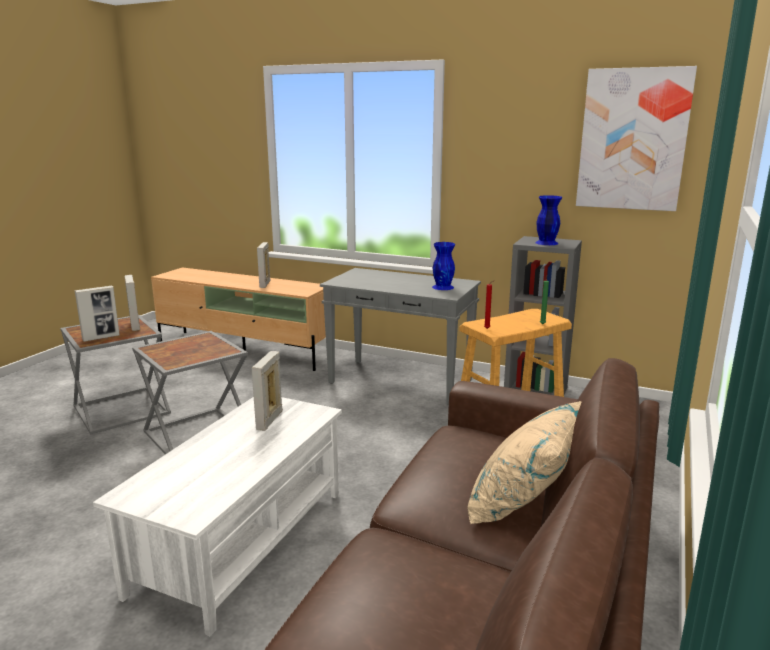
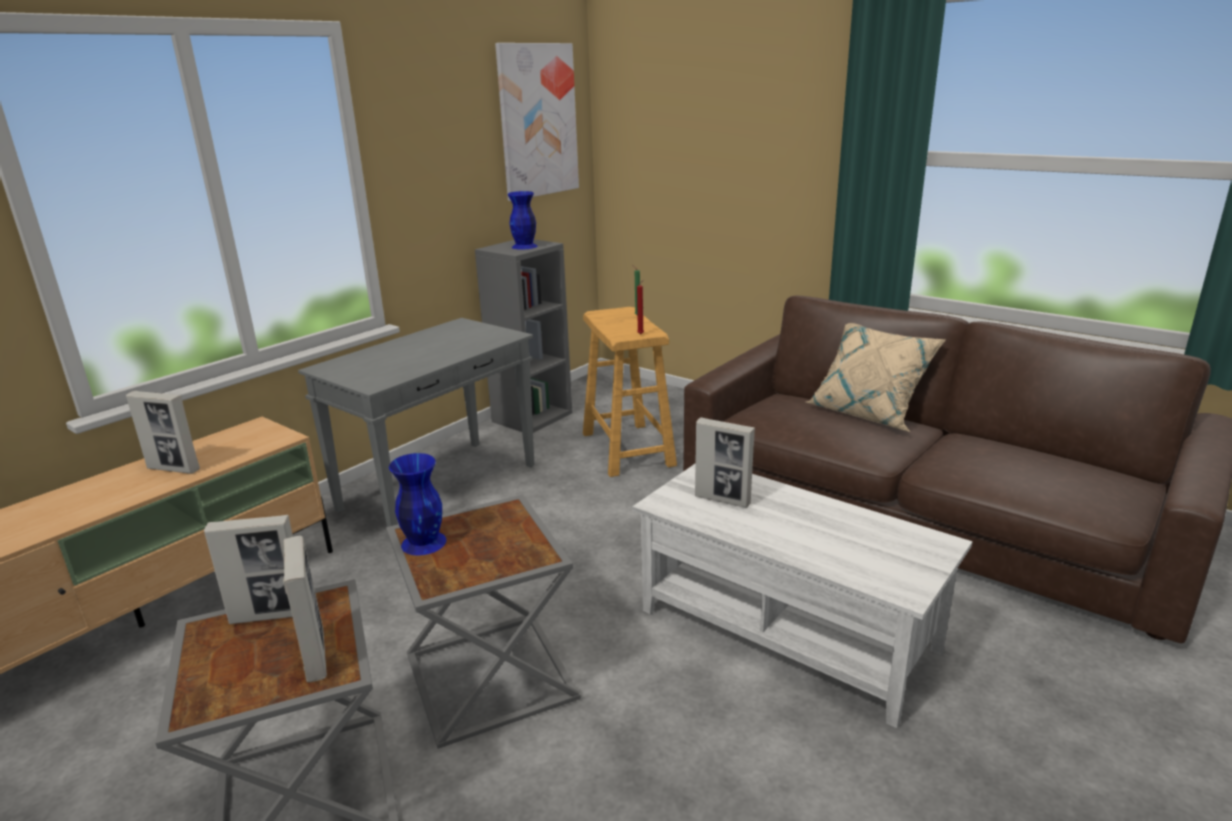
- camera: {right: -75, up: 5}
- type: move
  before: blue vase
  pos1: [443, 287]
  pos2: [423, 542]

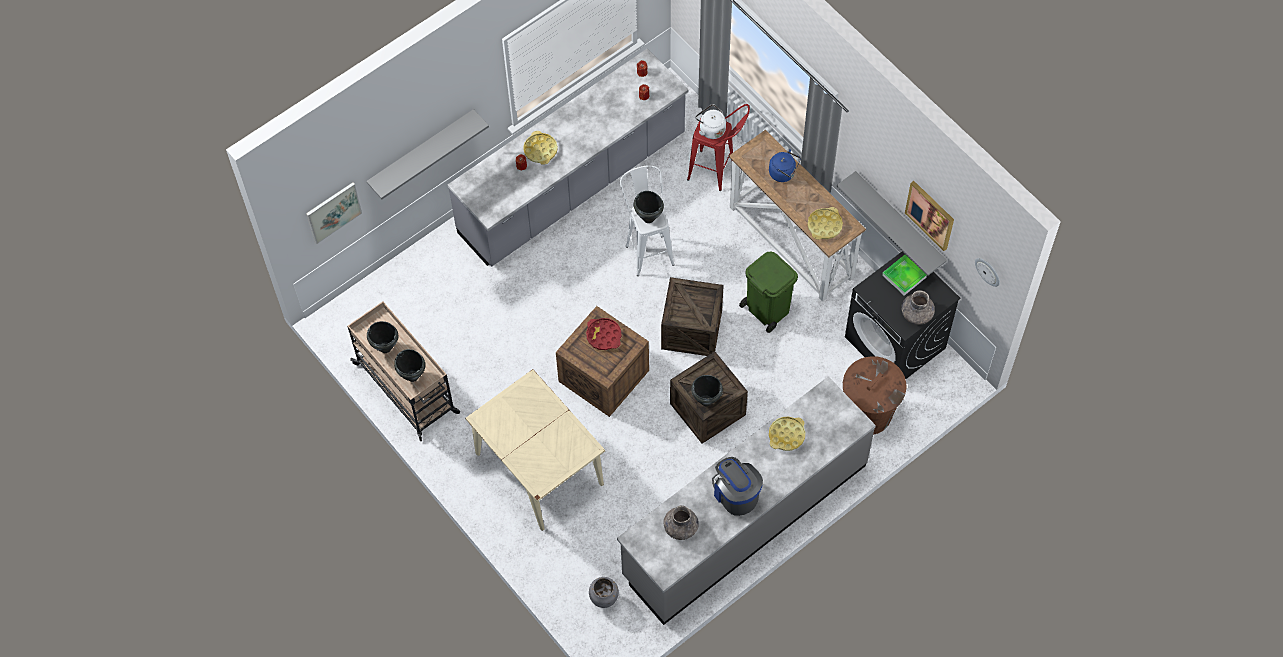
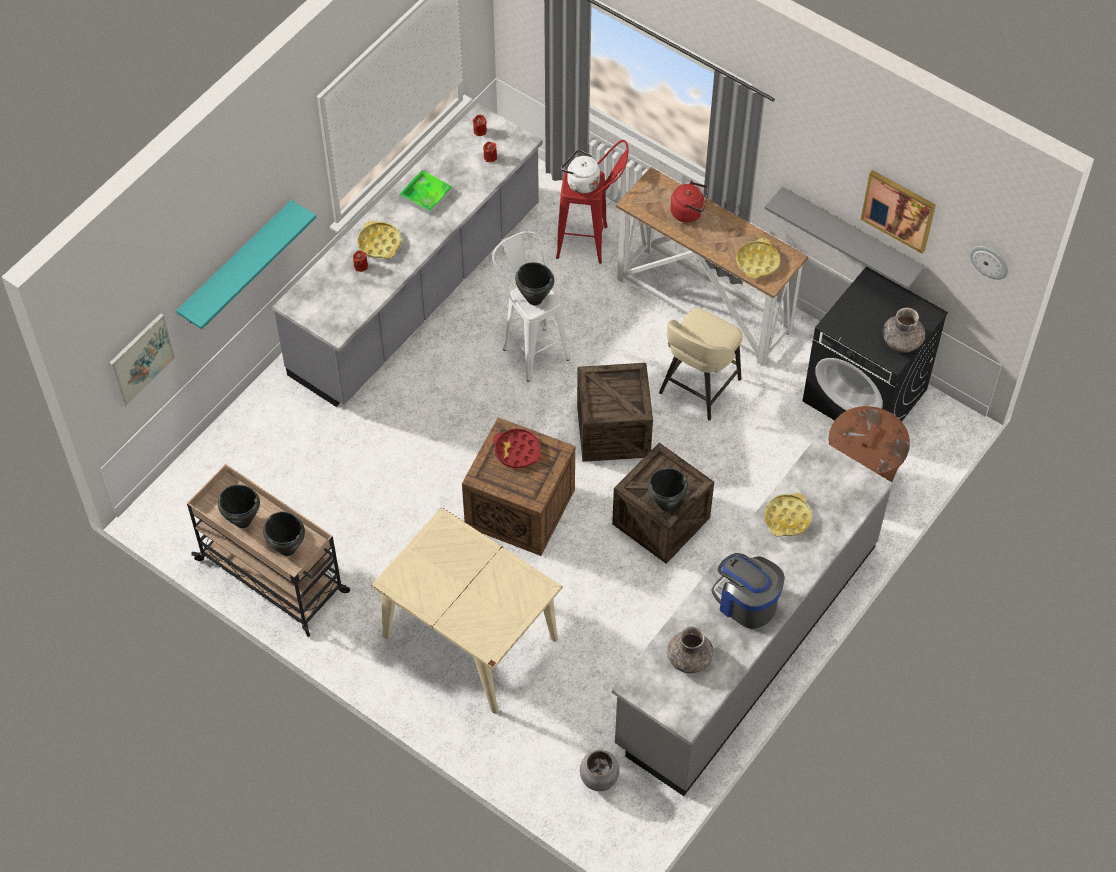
- camera: {right: -15, up: -5}
- type: recolor
  before: grey shelf
  after: turquoise shelf
  pos1: [421, 151]
  pos2: [236, 264]
- type: move
  before: tray
  pos1: [904, 276]
  pos2: [426, 194]
- type: replace
  before: green trash can
  after: beige stool
  pos1: [767, 309]
  pos2: [698, 388]
- type: recolor
  before: blue kettle
  after: red kettle
  pos1: [783, 173]
  pos2: [689, 212]

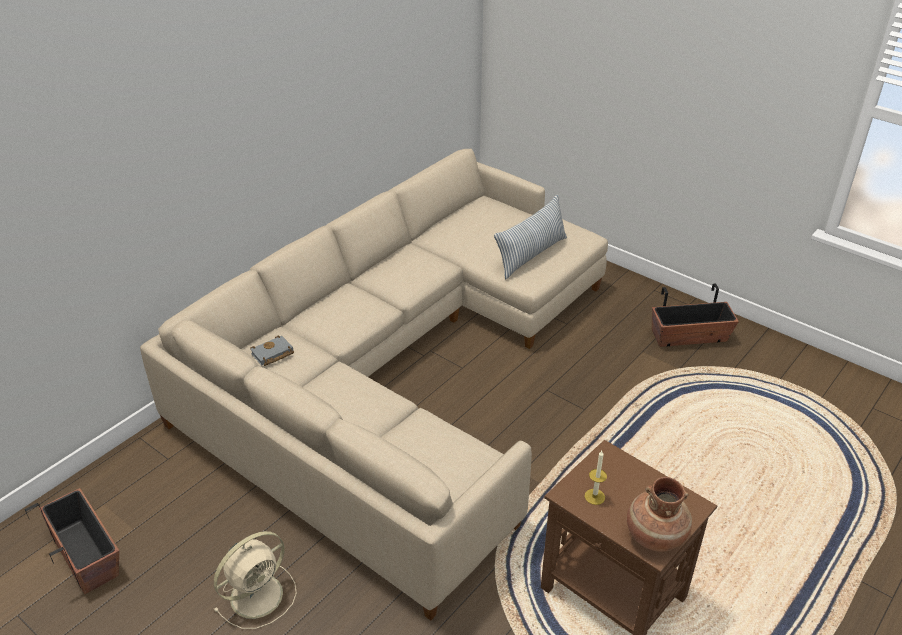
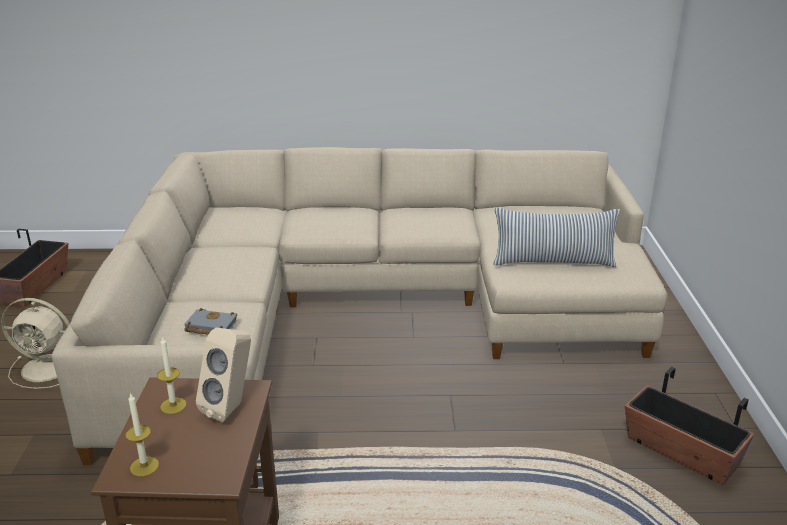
- camera: {right: 50, up: -10}
- type: replace
  before: brown vase
  after: candle
  pos1: [654, 536]
  pos2: [144, 466]
- type: move
  before: grey book
  pos1: [272, 354]
  pos2: [209, 327]
- type: insert
  after: beige speaker
  pos2: [231, 407]

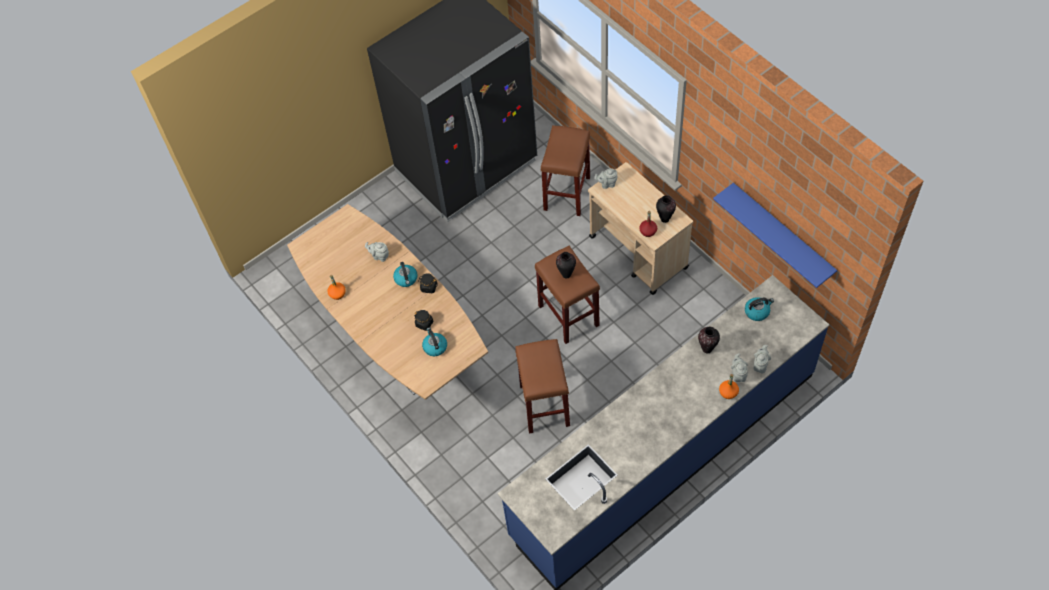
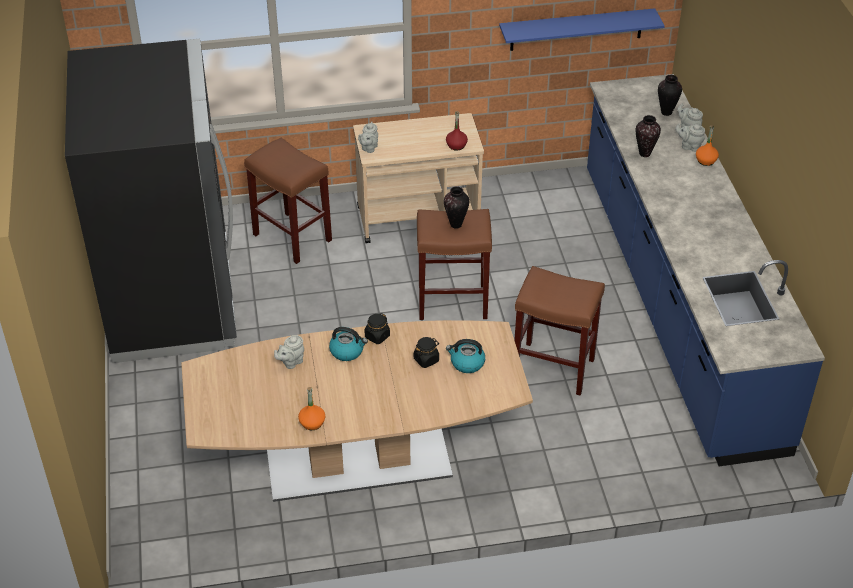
- camera: {right: -65, up: -15}
- type: move
  before: vase
  pos1: [664, 218]
  pos2: [666, 112]
- type: delete
  before: kettle
  pos1: [757, 311]

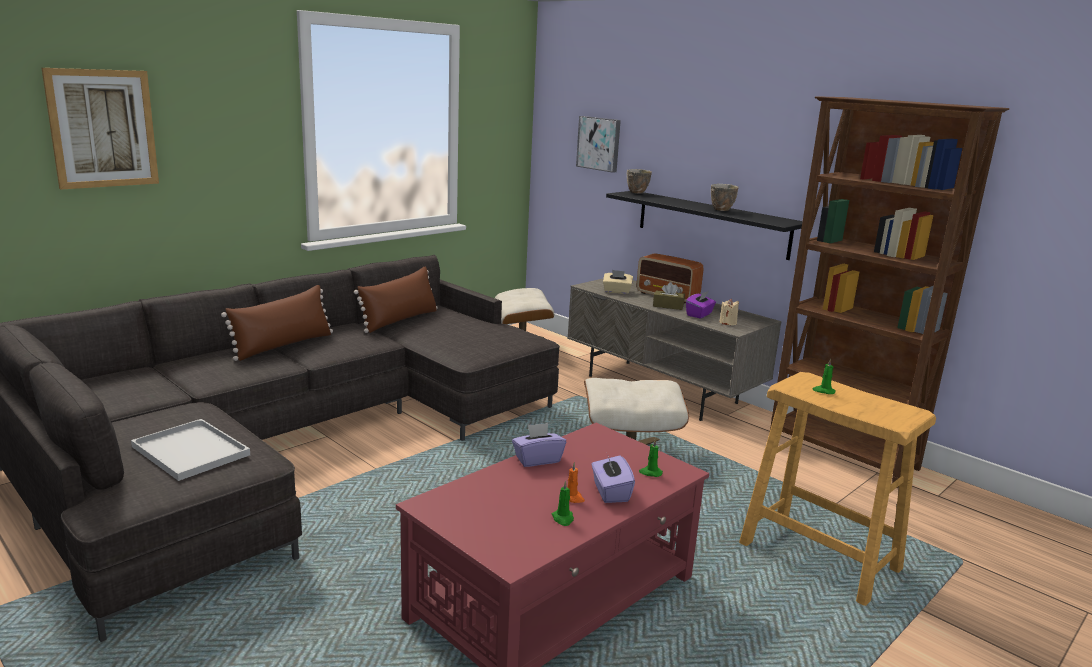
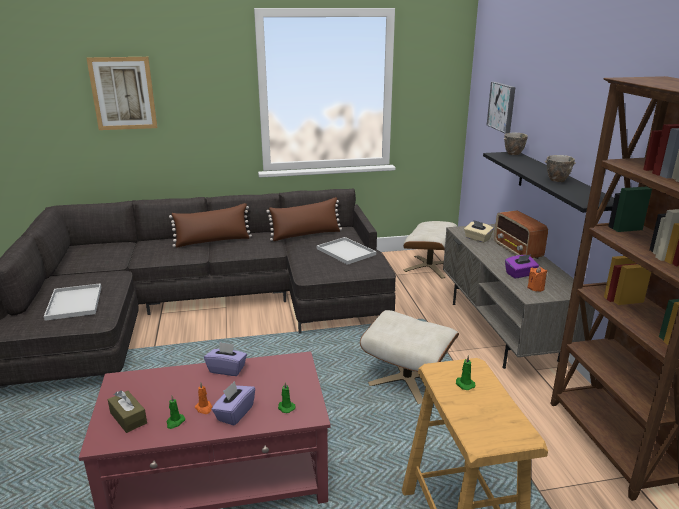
- camera: {right: 35, up: 5}
- type: move
  before: brown tissue box
  pos1: [668, 306]
  pos2: [128, 418]
- type: insert
  after: white tray
  pos2: [344, 251]
- type: recolor
  before: beige candle
  after: orange candle
  pos1: [728, 323]
  pos2: [535, 288]

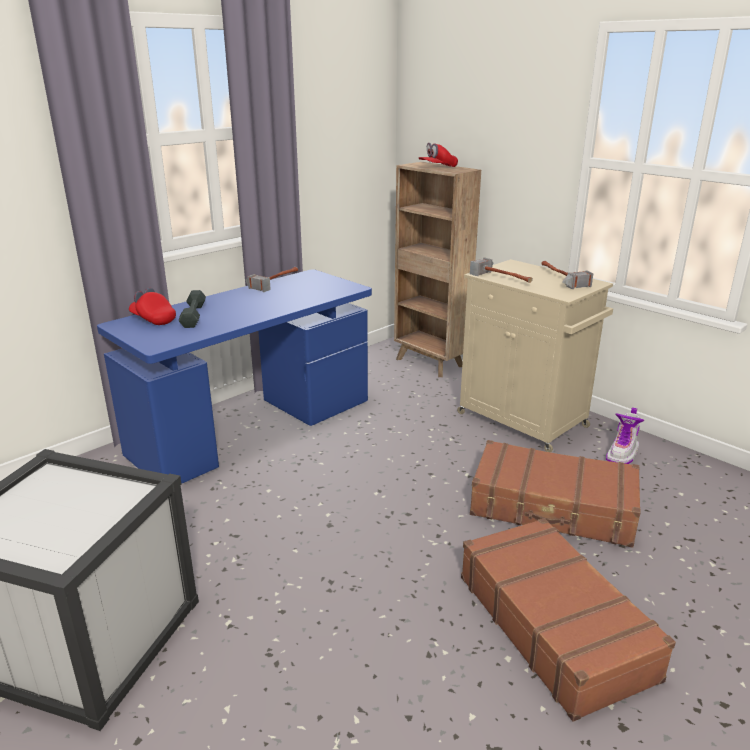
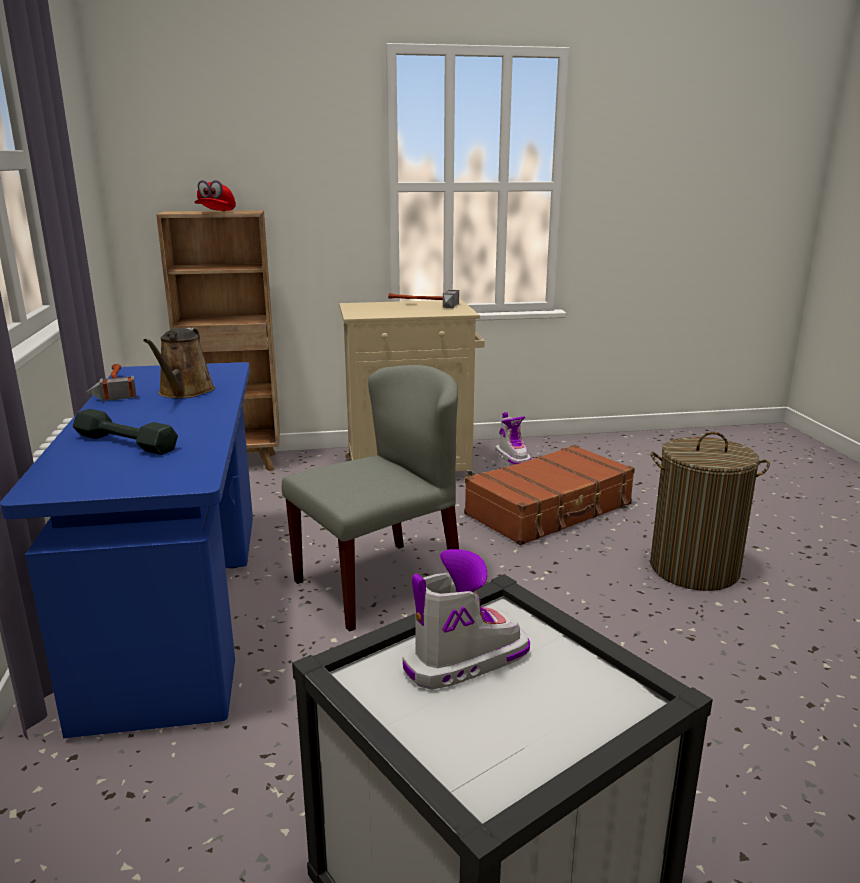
- camera: {right: -55, up: -5}
- type: insert
  after: brown watering can
  pos2: [184, 392]
- type: insert
  after: grey chair
  pos2: [378, 583]
- type: insert
  after: boot
  pos2: [464, 661]
- type: replace
  before: brown suitcase
  after: laundry basket
  pos1: [554, 625]
  pos2: [693, 569]
- type: delete
  before: red cap
  pos1: [153, 319]
- type: delete
  before: hammer
  pos1: [505, 278]

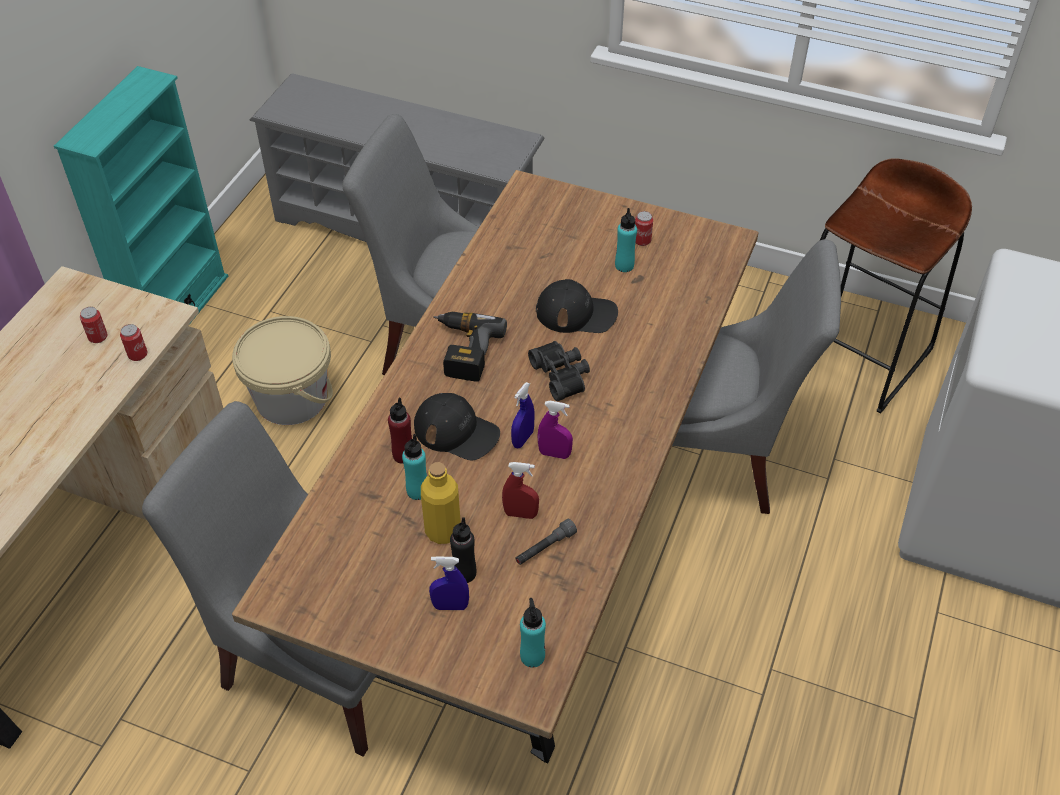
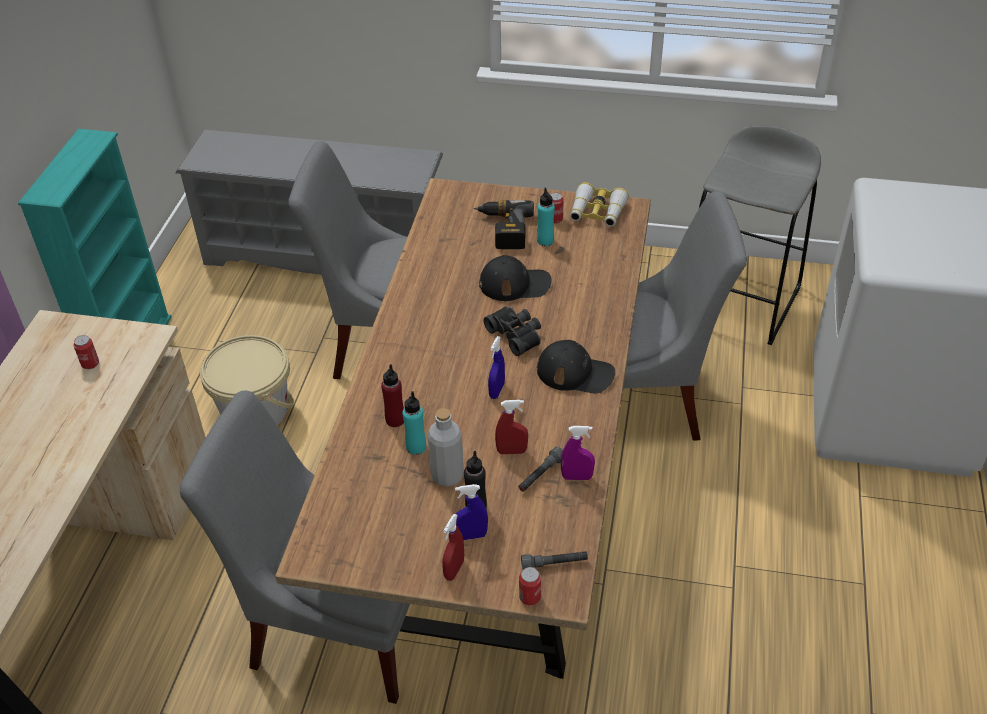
- camera: {right: -10, up: -5}
- type: recolor
  before: yellow bottle
  after: grey bottle
  pos1: [443, 530]
  pos2: [447, 475]
- type: insert
  after: red spray bottle
  pos2: [454, 569]
- type: move
  before: power drill
  pos1: [462, 350]
  pos2: [503, 230]
- type: move
  before: can
  pos1: [138, 355]
  pos2: [529, 597]
- type: replace
  before: turquoise bottle
  after: grey flashlight
  pos1: [532, 656]
  pos2: [554, 564]
- type: move
  before: black cap
  pos1: [456, 431]
  pos2: [575, 373]
- type: move
  before: purple spray bottle
  pos1: [554, 454]
  pos2: [577, 477]
- type: insert
  after: binoculars
  pos2: [597, 212]
- type: recolor
  before: brown stool
  after: grey stool
  pos1: [858, 355]
  pos2: [740, 301]

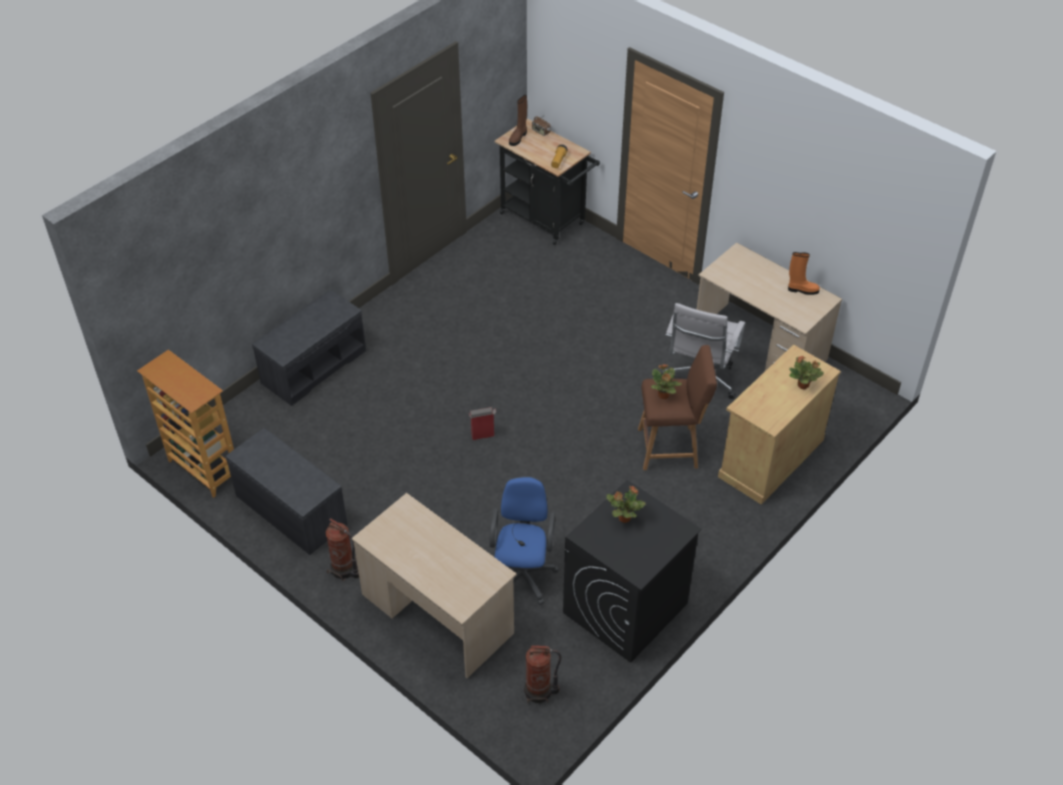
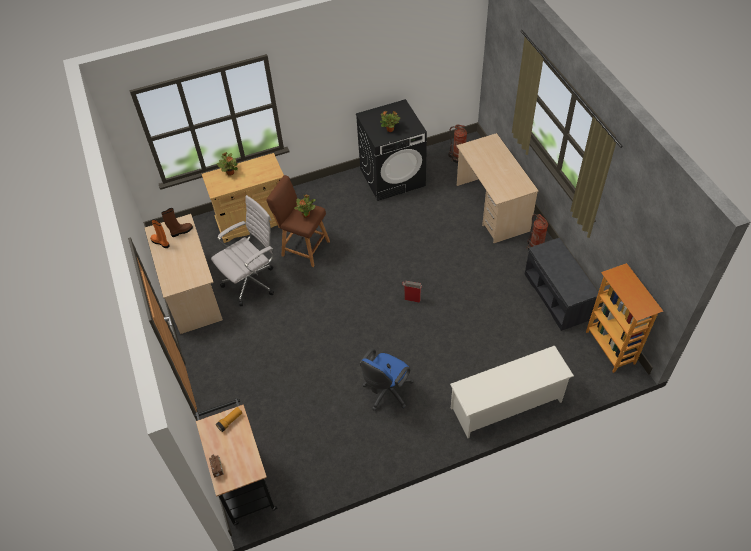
- camera: {right: -150, up: 5}
- type: move
  before: brown boot
  pos1: [518, 137]
  pos2: [181, 231]
- type: move
  before: blue office chair
  pos1: [523, 573]
  pos2: [386, 392]
- type: replace
  before: grey bench
  after: white shoe rack
  pos1: [314, 366]
  pos2: [506, 405]

